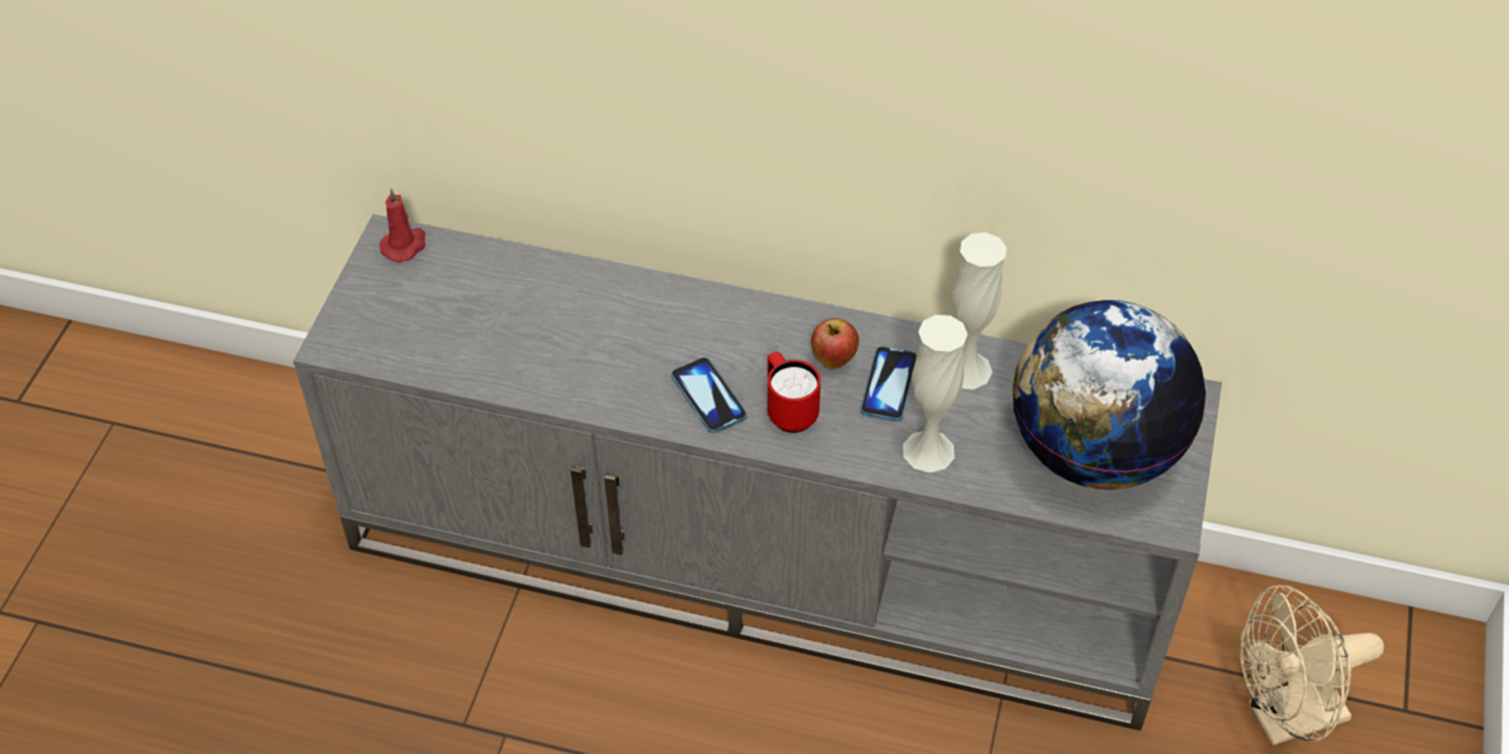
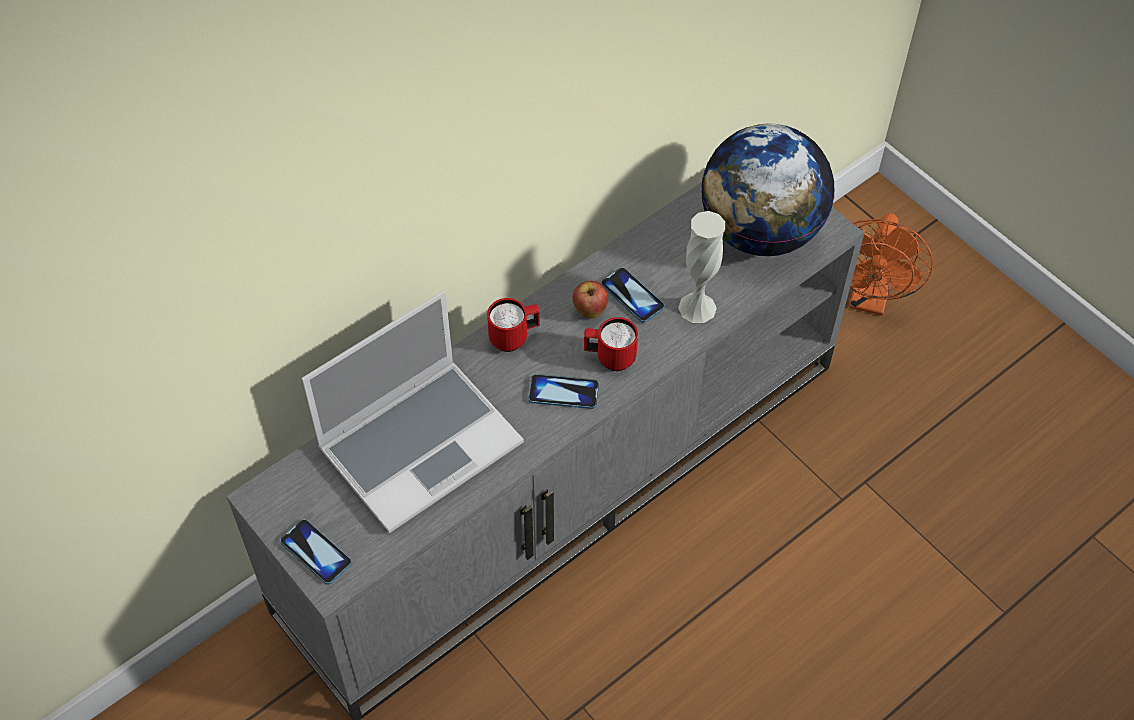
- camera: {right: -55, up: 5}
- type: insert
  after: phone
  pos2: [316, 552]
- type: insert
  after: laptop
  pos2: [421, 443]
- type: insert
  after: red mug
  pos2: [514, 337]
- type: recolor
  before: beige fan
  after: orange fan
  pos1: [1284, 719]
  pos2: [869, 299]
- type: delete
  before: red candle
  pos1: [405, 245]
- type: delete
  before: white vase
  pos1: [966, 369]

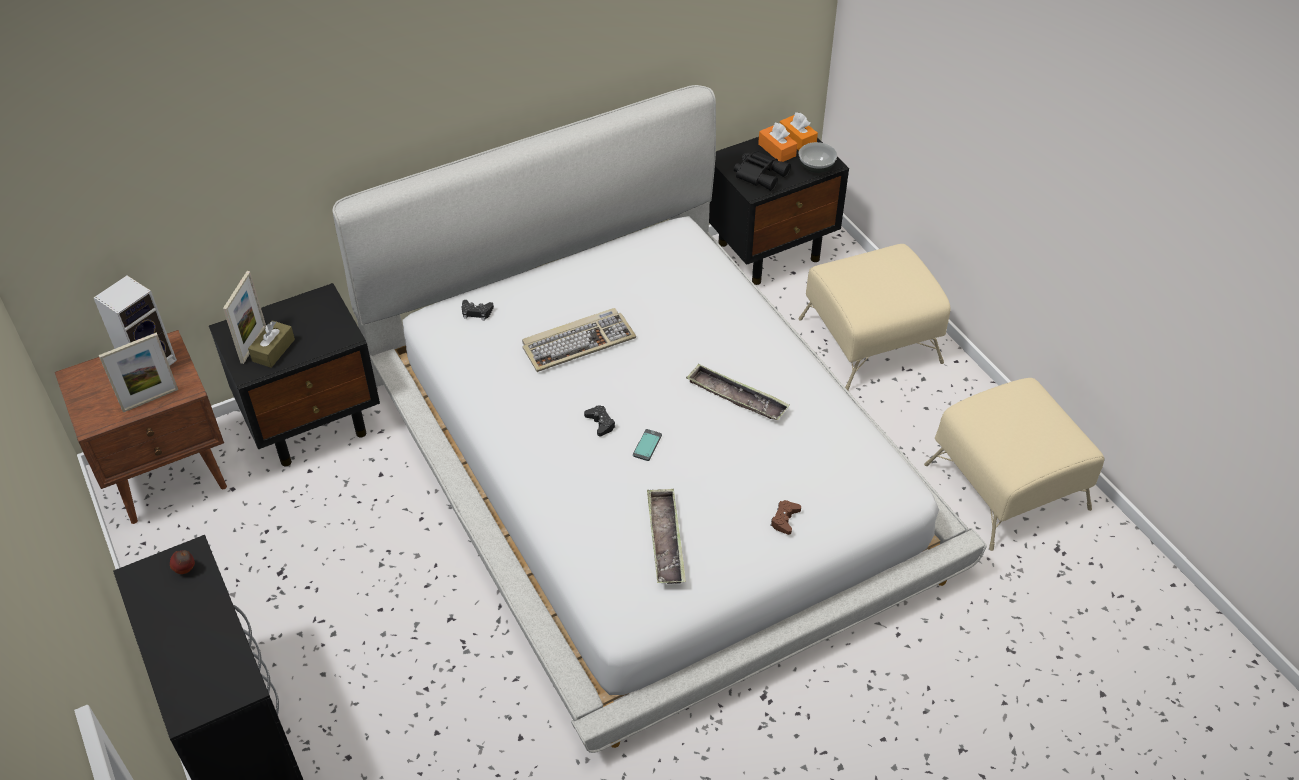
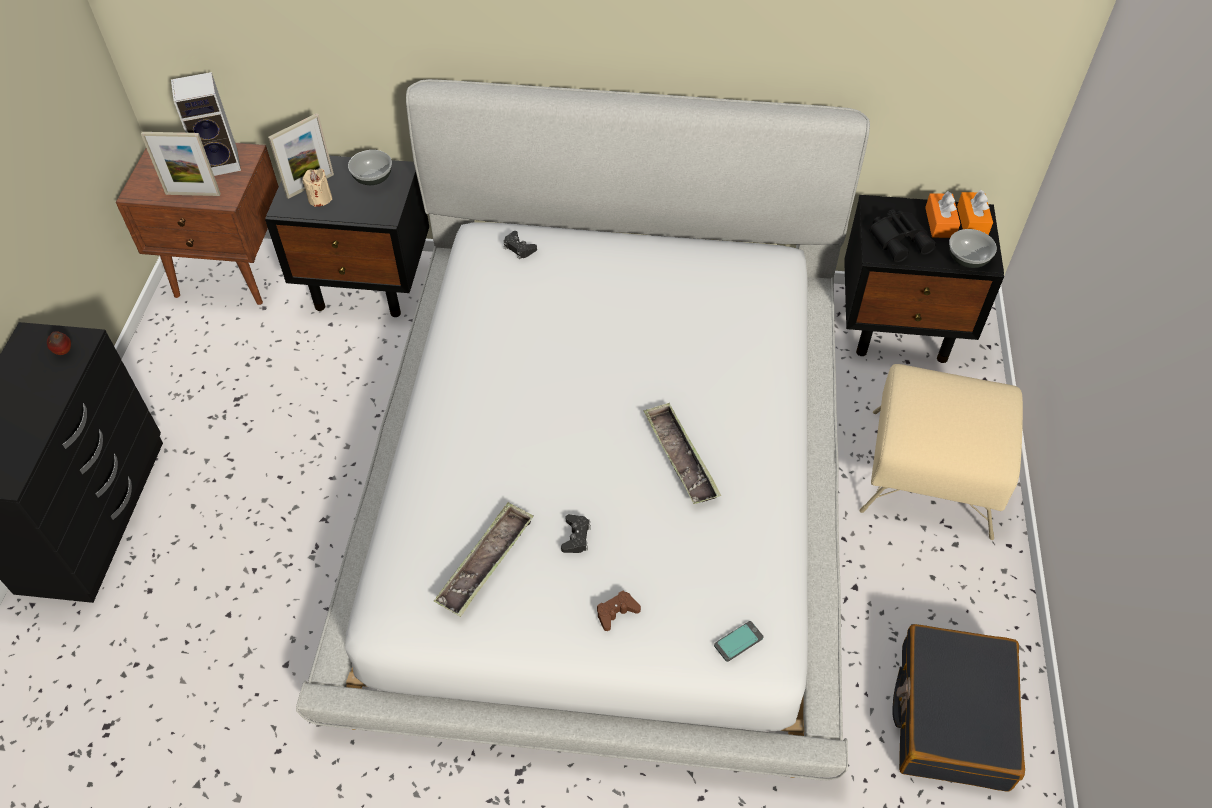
- camera: {right: 35, up: 5}
- type: replace
  before: brown tissue box
  after: beige candle
  pos1: [273, 350]
  pos2: [320, 198]
- type: insert
  after: bowl
  pos2: [373, 178]
- type: move
  before: black game controller
  pos1: [600, 423]
  pos2: [576, 537]
- type: move
  before: phone
  pos1: [647, 445]
  pos2: [738, 641]
- type: replace
  before: beige ottoman
  after: black suitcase
  pos1: [1006, 487]
  pos2: [952, 715]
- type: delete
  before: keyboard
  pos1: [578, 342]

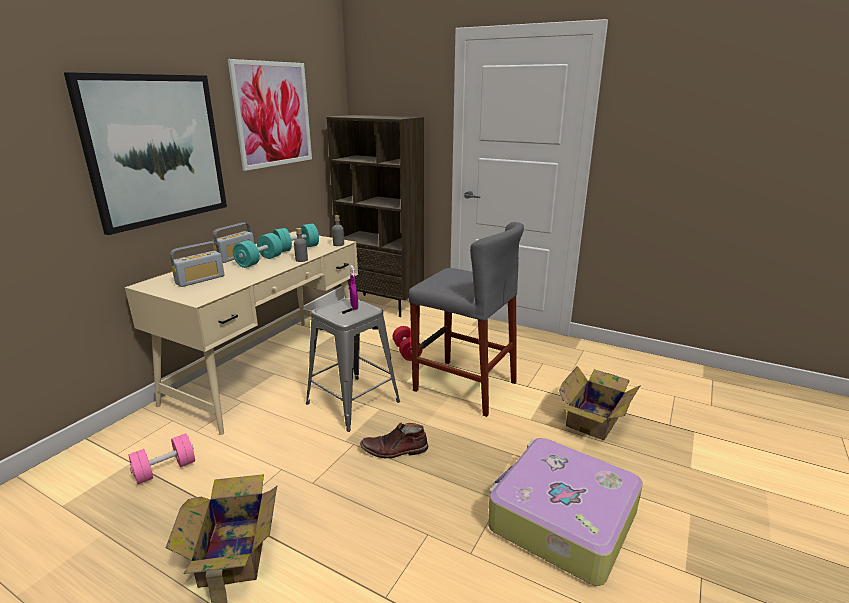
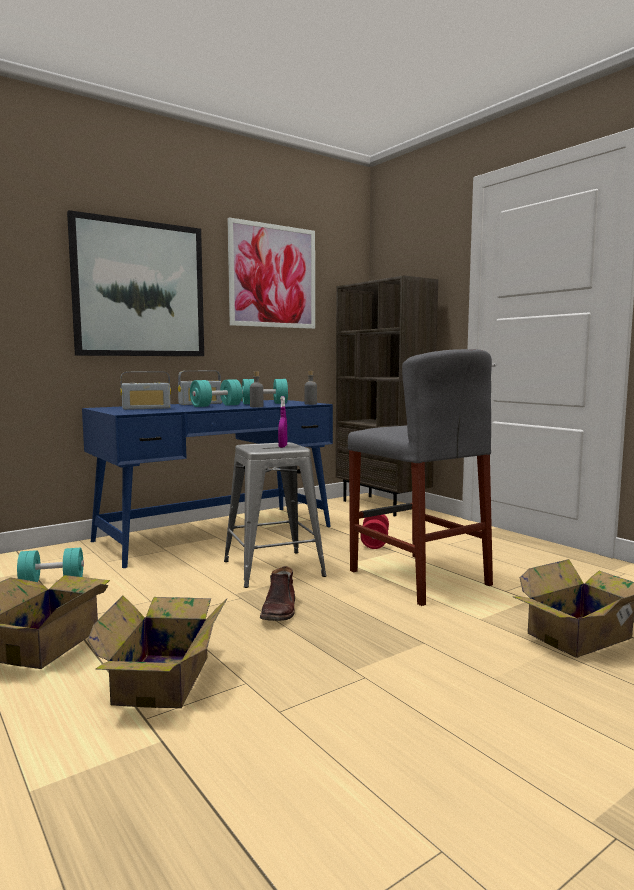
- camera: {right: 25, up: -15}
- type: recolor
  before: pink dumbbell
  after: turquoise dumbbell
  pos1: [165, 470]
  pos2: [52, 581]
- type: recolor
  before: beige desk
  after: blue desk
  pos1: [270, 369]
  pos2: [216, 533]
- type: insert
  after: cardboard box
  pos2: [165, 677]
- type: rotate
  before: brown boot
  pos1: [394, 450]
  pos2: [280, 610]
  turn: -105
- type: delete
  before: suitcase
  pos1: [560, 520]

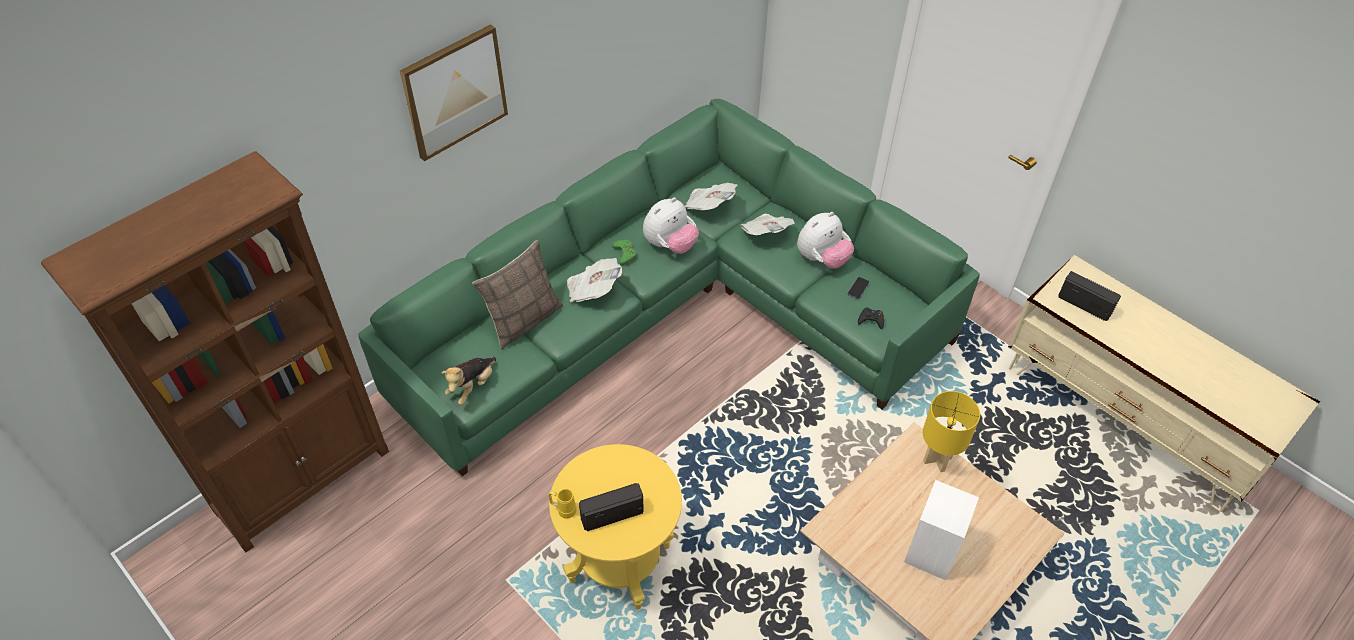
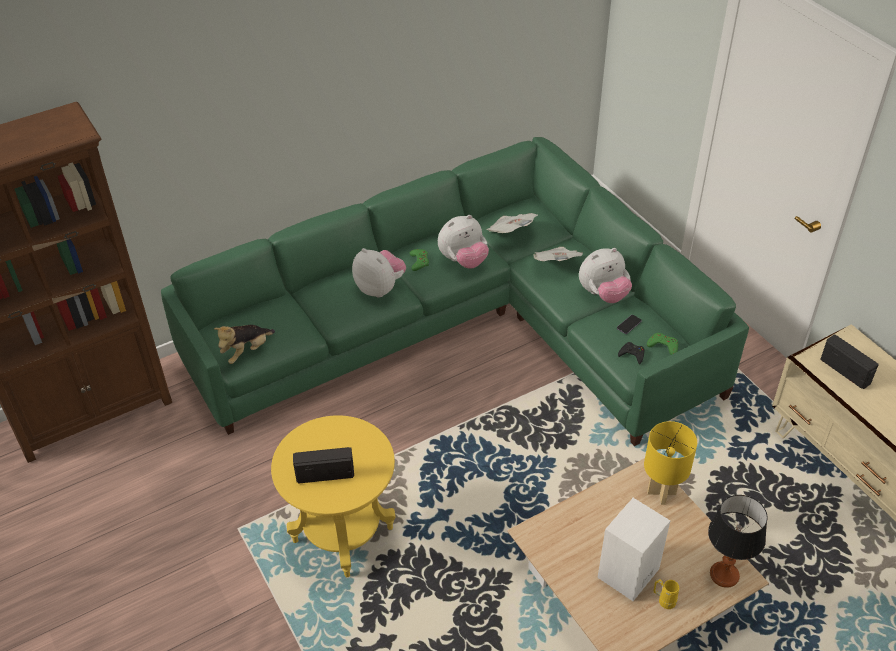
- camera: {right: 15, up: -5}
- type: replace
  before: newspaper
  after: plush toy
  pos1: [593, 290]
  pos2: [380, 288]
- type: insert
  after: green game controller
  pos2: [663, 345]
- type: move
  before: yellow mug
  pos1: [563, 510]
  pos2: [663, 600]
- type: insert
  after: table lamp
  pos2: [724, 575]
- type: delete
  before: picture
  pos1: [454, 92]
- type: delete
  before: pillow
  pos1: [524, 320]

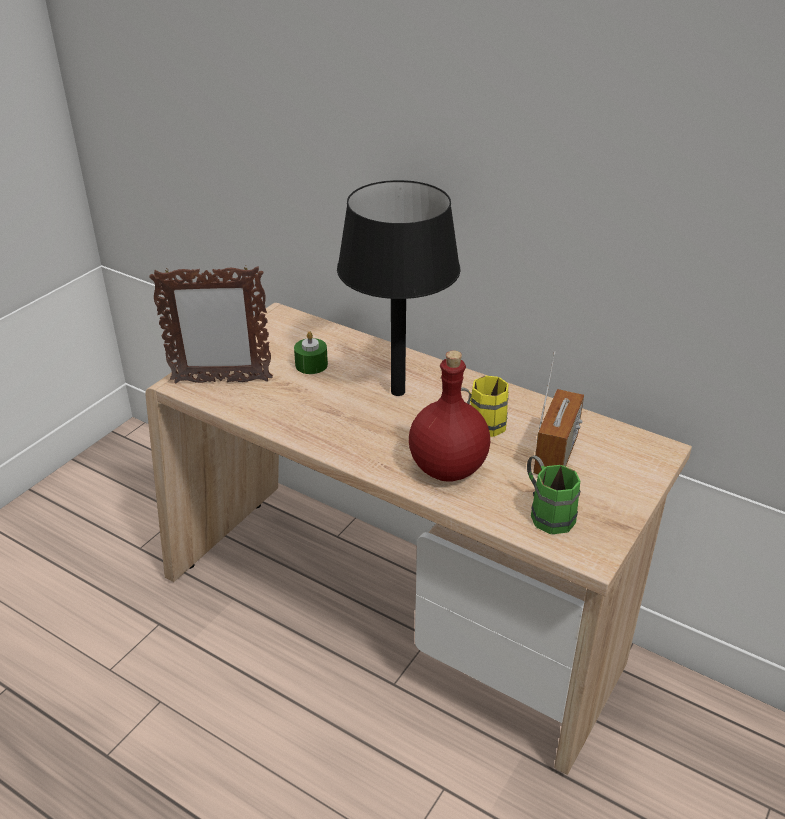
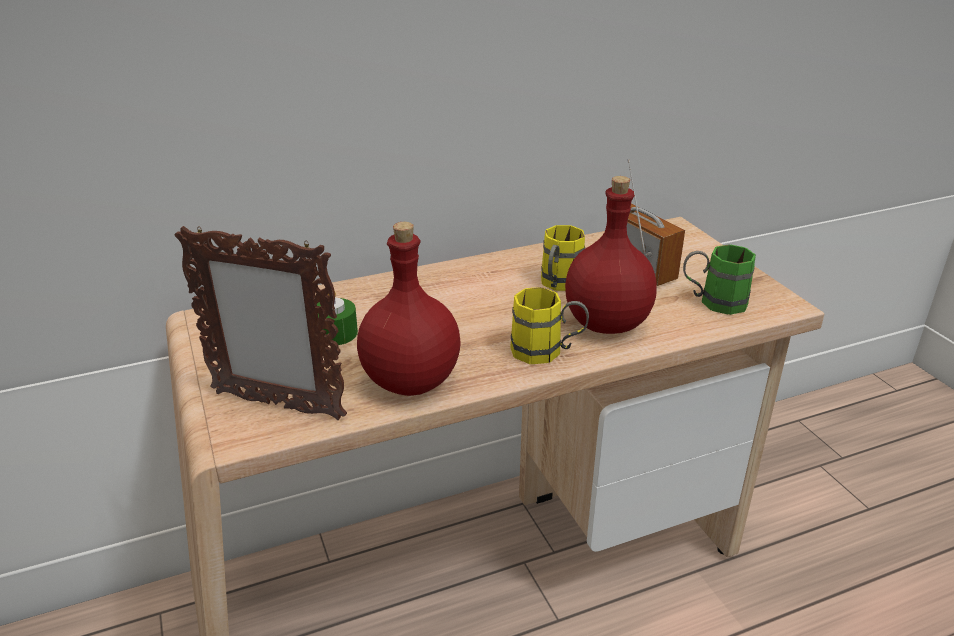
- camera: {right: -55, up: -5}
- type: rotate
  before: picture frame
  pos1: [221, 381]
  pos2: [277, 405]
  turn: 75
- type: insert
  after: red bottle
  pos2: [412, 381]
- type: insert
  after: yellow mug
  pos2: [547, 352]
- type: delete
  before: black table lamp
  pos1: [397, 391]

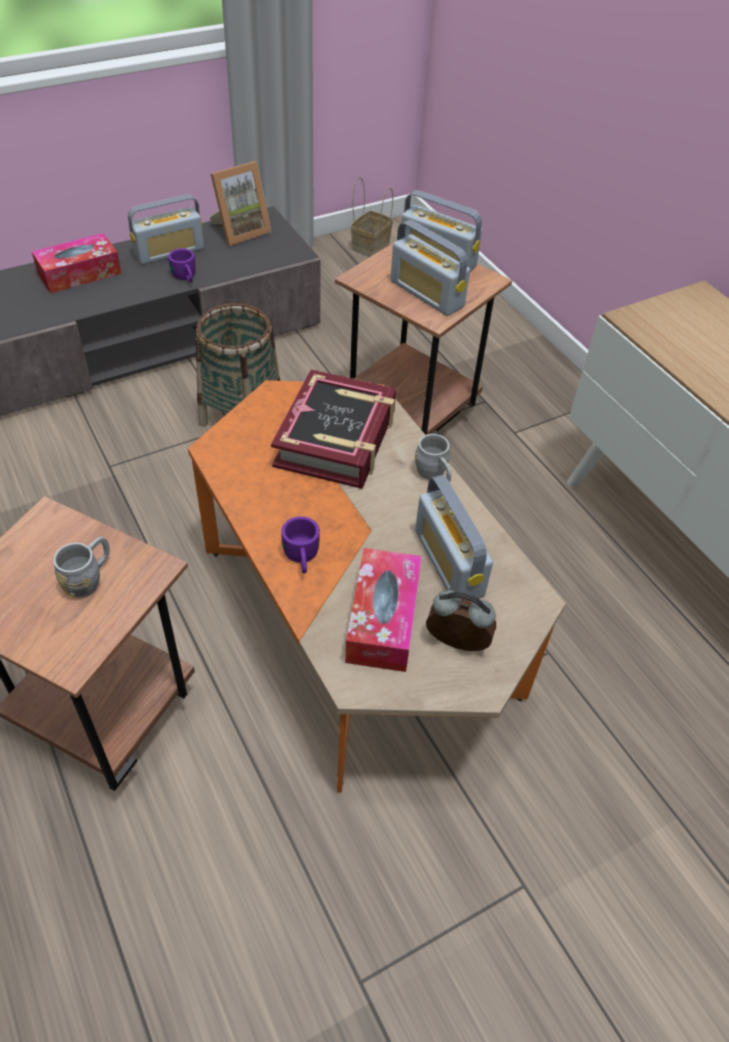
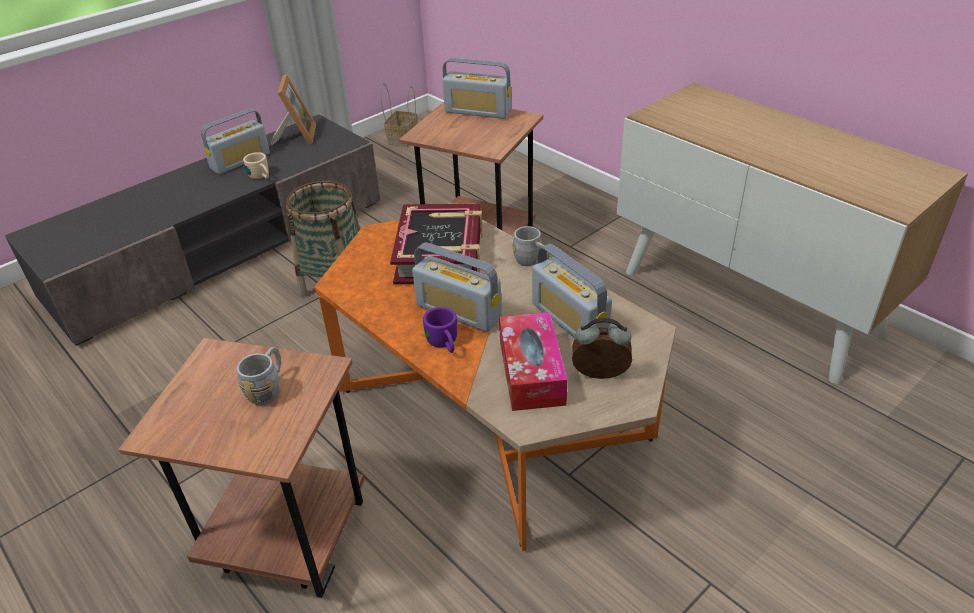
- camera: {right: -10, up: -10}
- type: recolor
  before: purple mug
  after: beige mug
  pos1: [186, 278]
  pos2: [261, 176]
- type: rotate
  before: picture frame
  pos1: [240, 231]
  pos2: [297, 136]
  turn: -45
- type: move
  before: radio
  pos1: [427, 294]
  pos2: [458, 312]
- type: delete
  before: tissue box
  pos1: [79, 273]

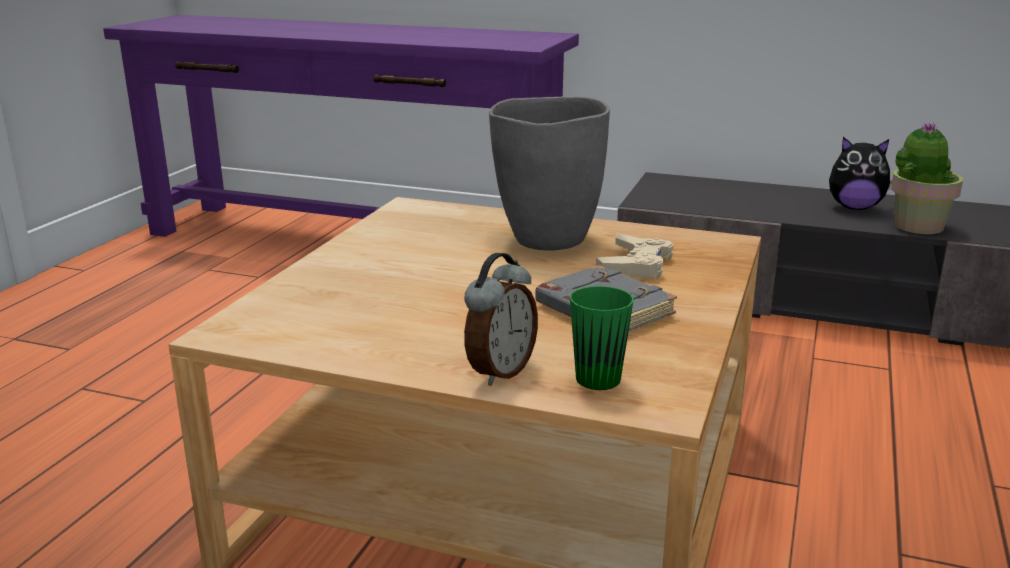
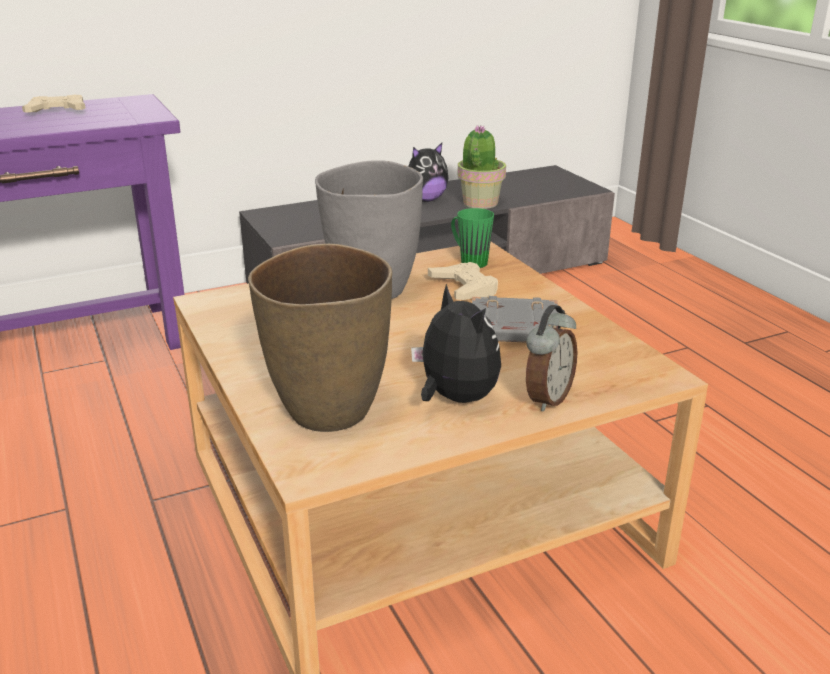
- camera: {right: -45, up: 5}
- type: insert
  after: beige game controller
  pos2: [57, 111]
- type: insert
  after: brown vase
  pos2: [329, 412]
- type: insert
  after: plush toy
  pos2: [455, 398]
- type: move
  before: green mug
  pos1: [597, 373]
  pos2: [469, 261]
- type: rotate
  before: alarm clock
  pos1: [499, 372]
  pos2: [546, 399]
  turn: 45

